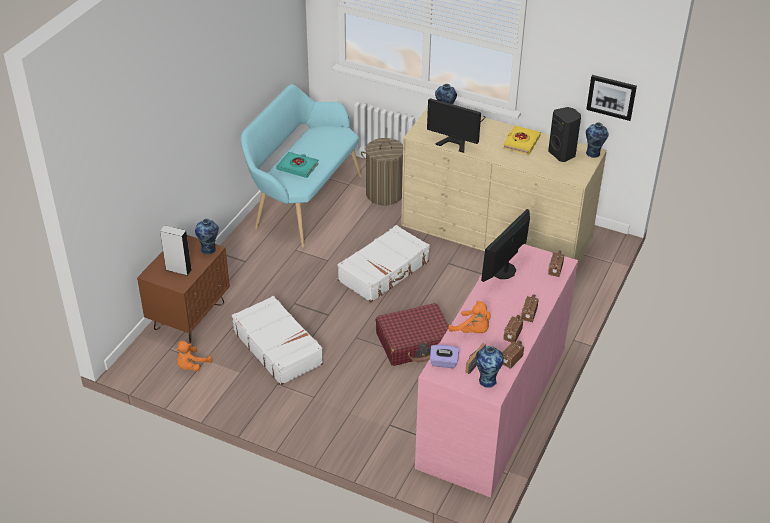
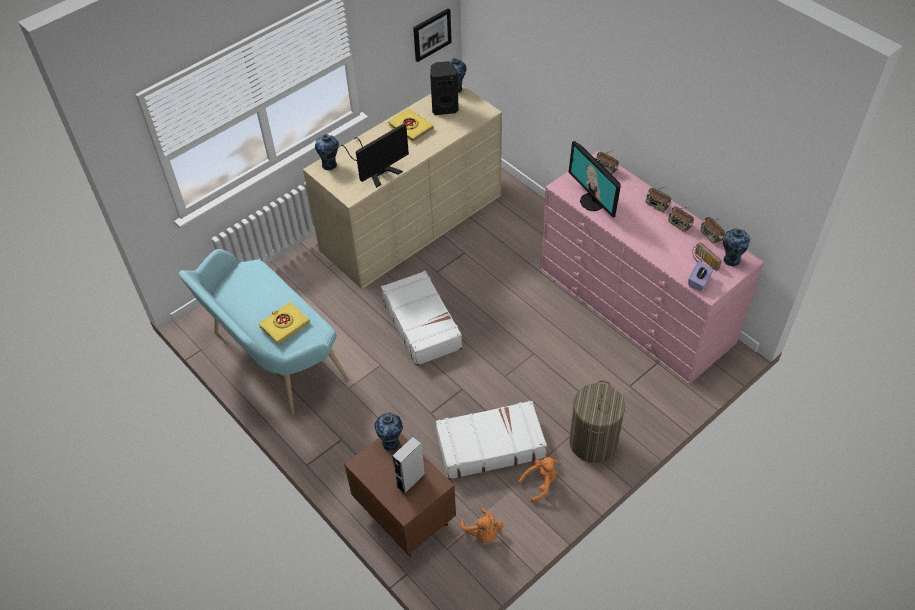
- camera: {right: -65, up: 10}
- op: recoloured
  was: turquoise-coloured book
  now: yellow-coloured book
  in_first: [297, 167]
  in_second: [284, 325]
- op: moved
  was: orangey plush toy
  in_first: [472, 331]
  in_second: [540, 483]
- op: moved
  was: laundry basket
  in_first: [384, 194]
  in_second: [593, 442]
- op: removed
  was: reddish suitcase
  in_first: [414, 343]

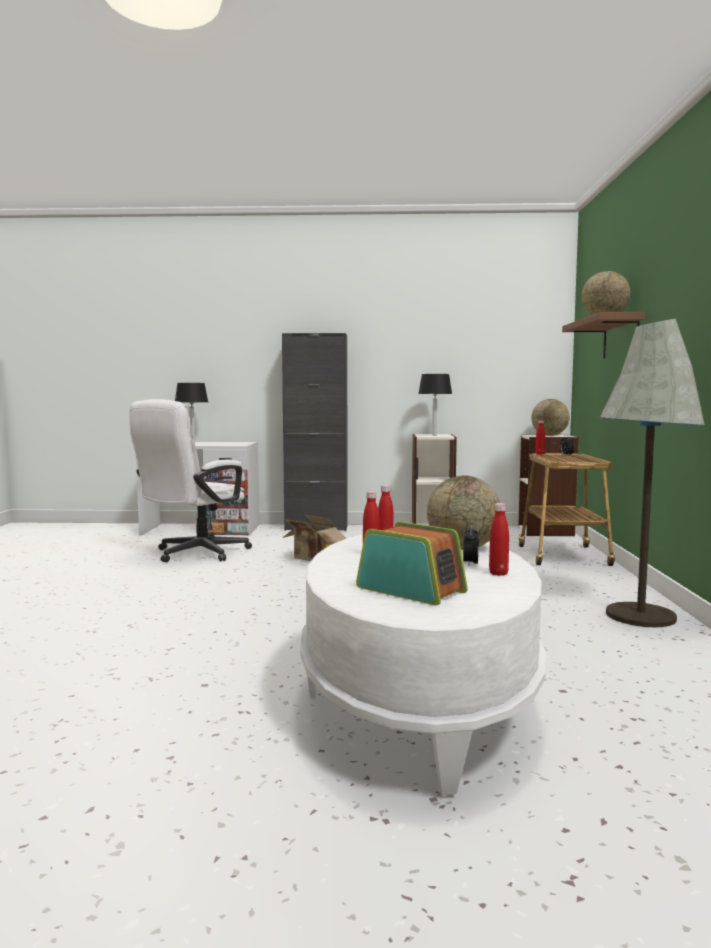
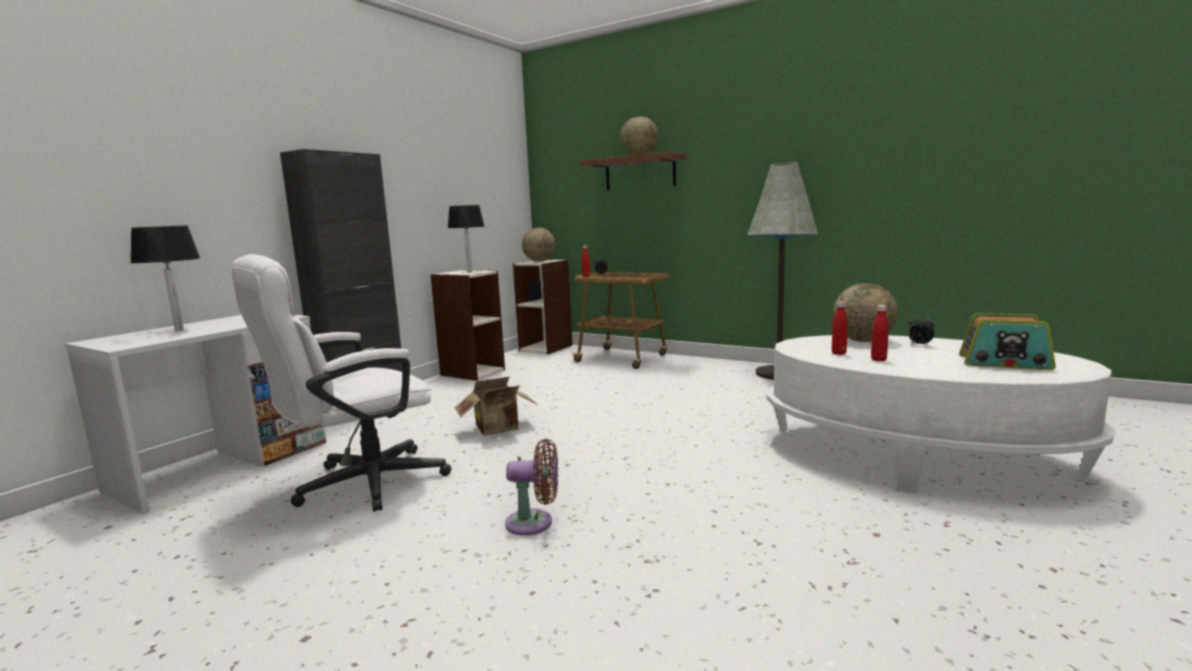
- camera: {right: -60, up: 5}
- op: turned
  was: white office chair
  in_first: [194, 554]
  in_second: [357, 486]
  clockwise: 75
- op: added
  now: brownish fan
  in_second: [534, 523]
- op: turned
  was: radio set
  in_first: [411, 589]
  in_second: [1004, 363]
  clockwise: -135
- op: removed
  was: reddish beverage bottle
  in_first: [498, 573]

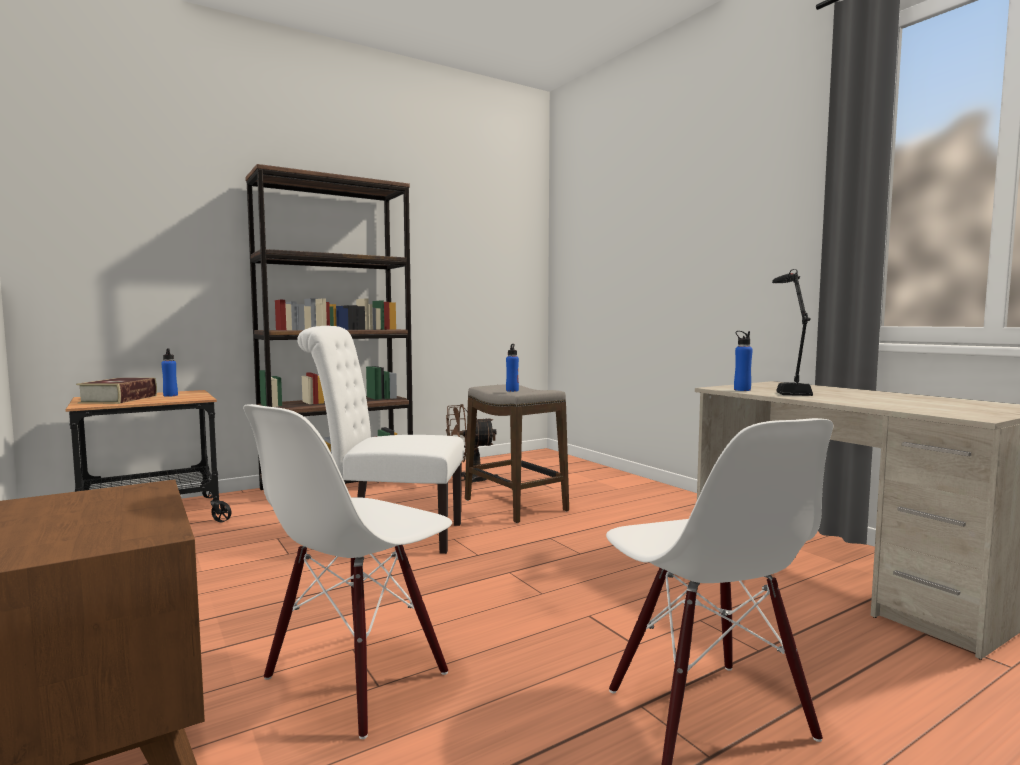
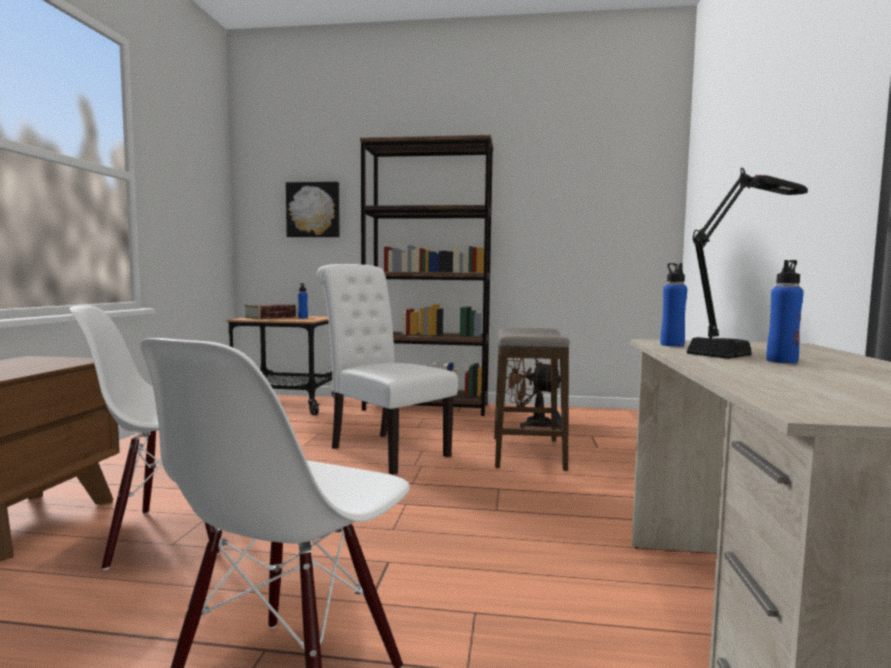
- camera: {right: 40, up: 0}
- op: added
  now: wall art
  in_second: [313, 210]
- op: moved
  was: blue-coloured beverage bottle
  in_first: [512, 390]
  in_second: [782, 361]

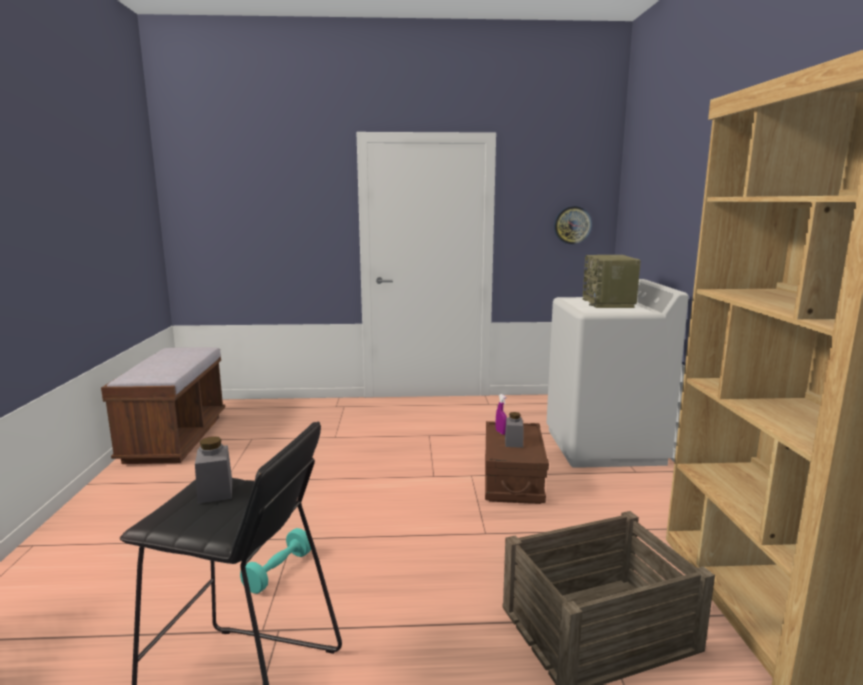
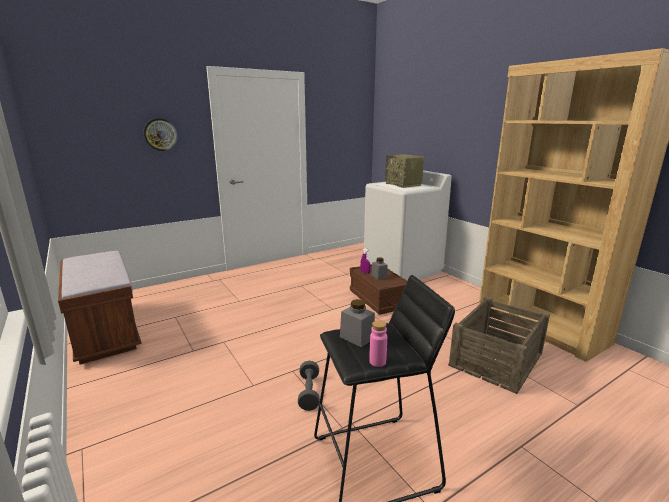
- camera: {right: -30, up: 5}
- op: moved
  was: wall clock
  in_first: [572, 225]
  in_second: [160, 134]
- op: recoloured
  was: turquoise-coloured hand weight
  now: grey hand weight
  in_first: [278, 571]
  in_second: [309, 392]
- op: added
  now: pink-coloured beverage bottle
  in_second: [377, 362]

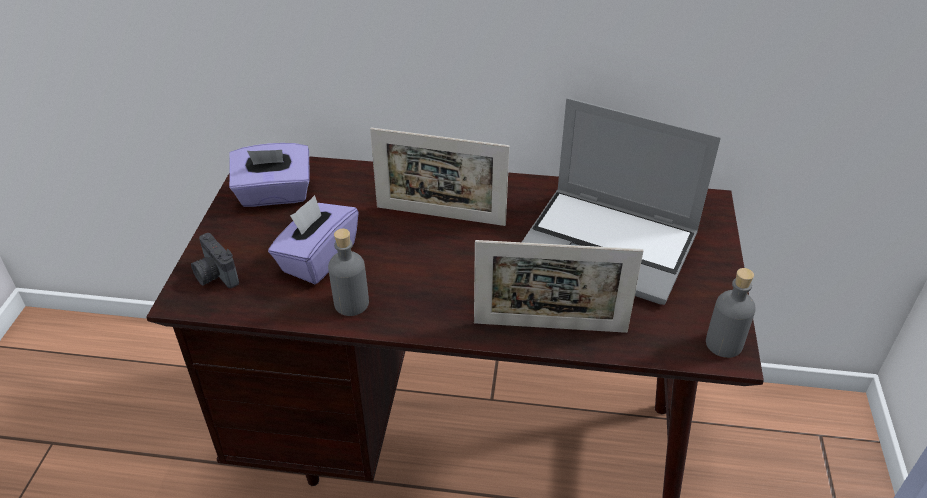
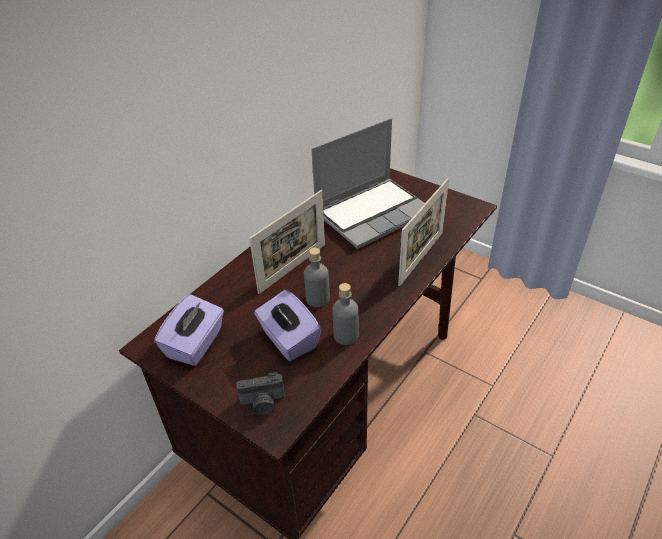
- camera: {right: -60, up: 0}
- op: moved
  was: grey beverage bottle
  in_first: [723, 344]
  in_second: [317, 299]

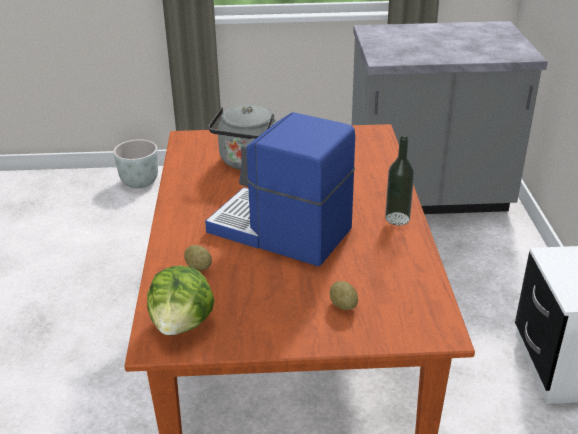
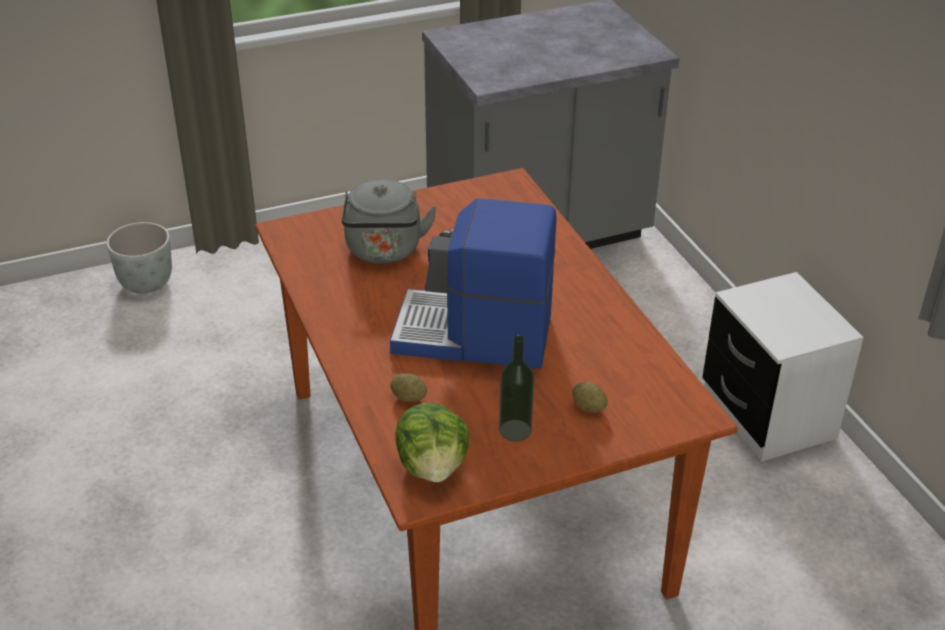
- camera: {right: -20, up: 5}
- op: moved
  was: beverage bottle
  in_first: [397, 218]
  in_second: [515, 430]

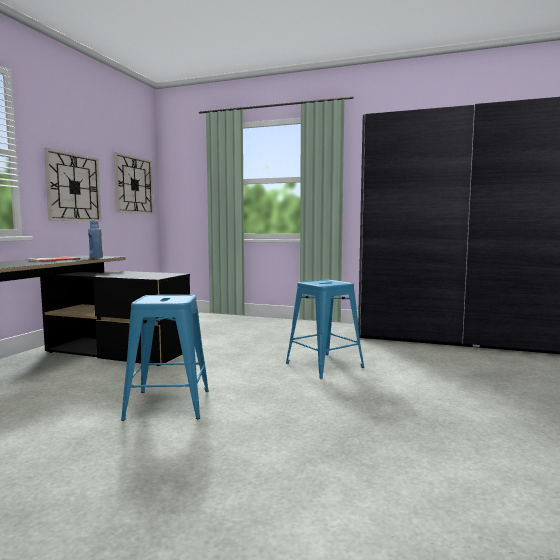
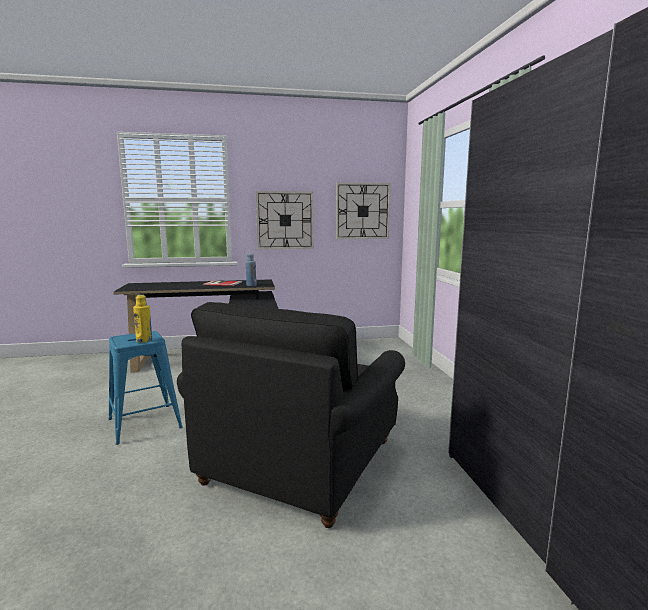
- camera: {right: 60, up: 5}
- op: added
  now: yellow-coloured beverage bottle
  in_second: [144, 340]
- op: replaced
  was: blue-coloured stool
  now: blackish armchair
  in_first: [324, 365]
  in_second: [300, 462]

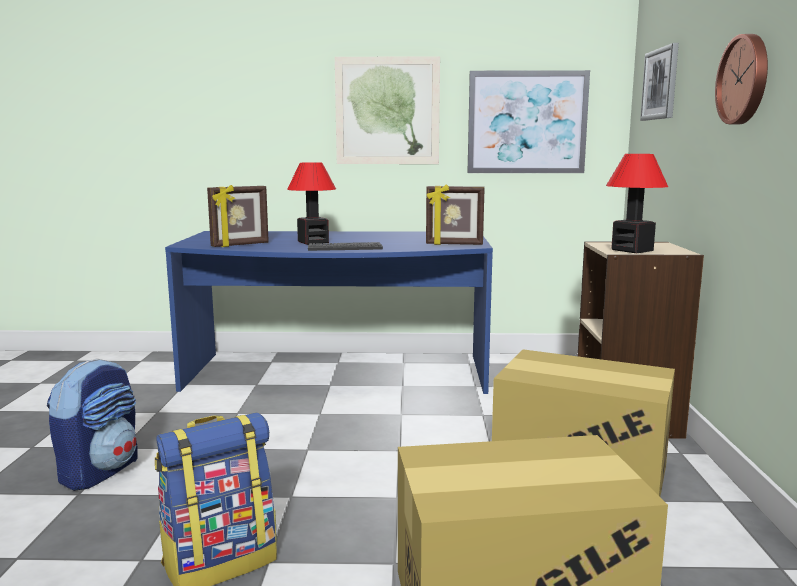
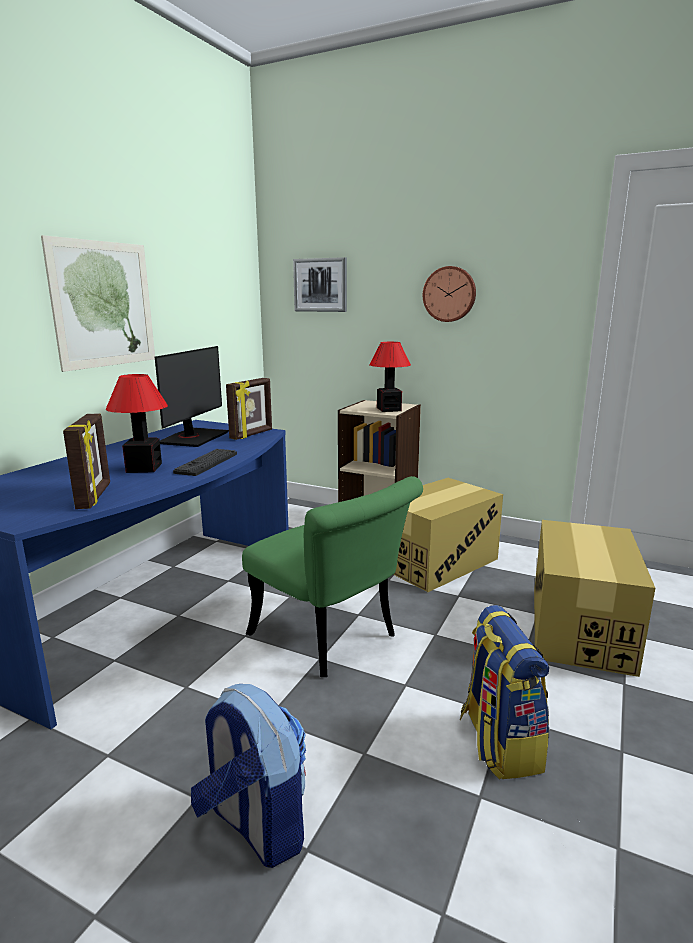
- camera: {right: -65, up: 5}
- op: added
  now: computer display
  in_second: [193, 438]
- op: added
  now: green plain chair
  in_second: [332, 639]
- op: removed
  was: wall art
  in_first: [527, 122]

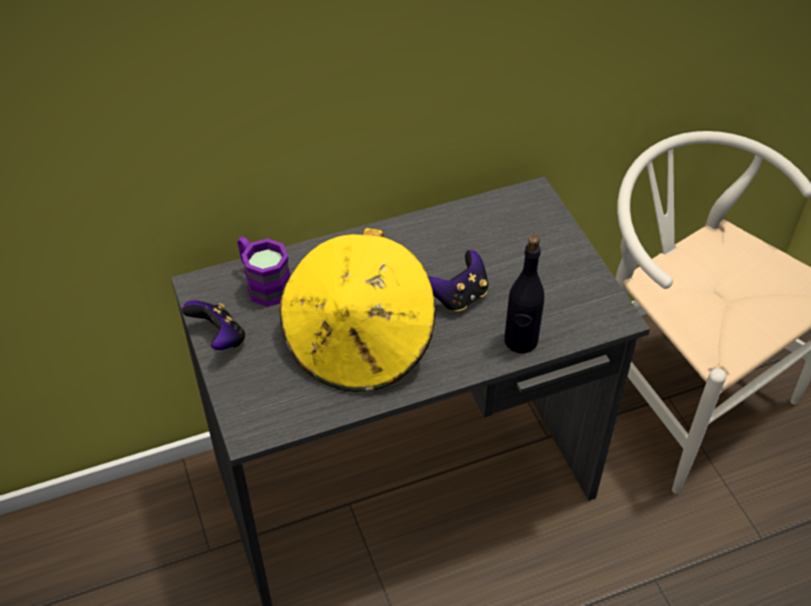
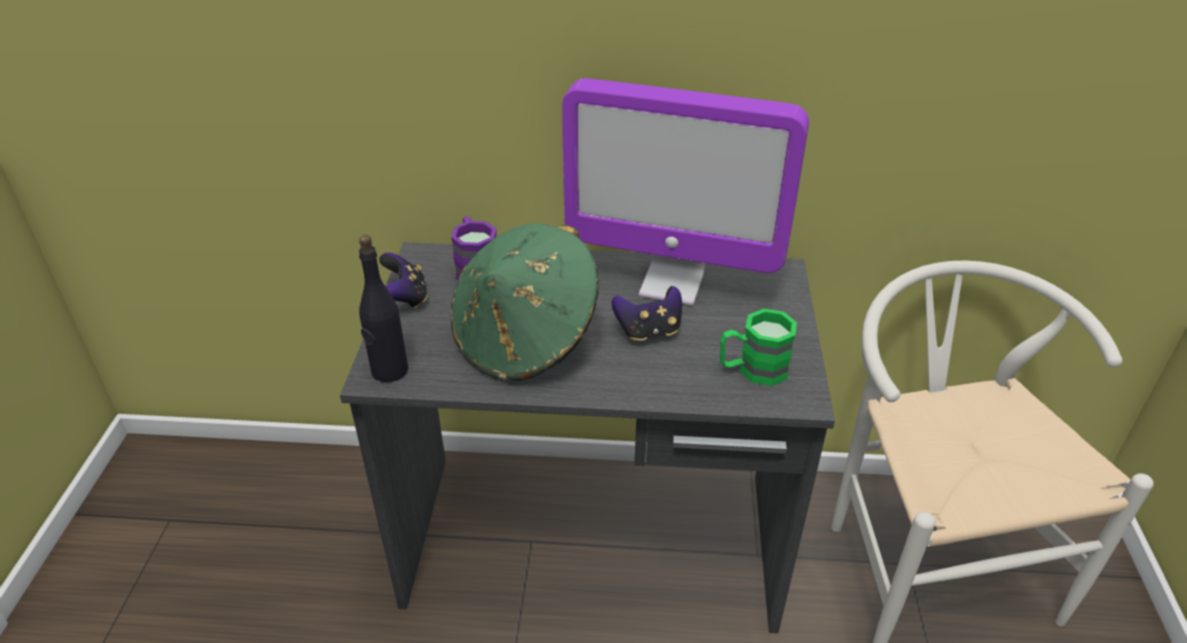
- camera: {right: 25, up: -10}
- op: moved
  was: blackish beverage bottle
  in_first: [520, 341]
  in_second: [389, 370]
- op: recoloured
  was: yellow-coloured wearable hat
  now: green wearable hat
  in_first: [359, 343]
  in_second: [526, 339]
- op: added
  now: computer display
  in_second: [672, 283]
- op: added
  now: green coffee mug
  in_second: [752, 369]

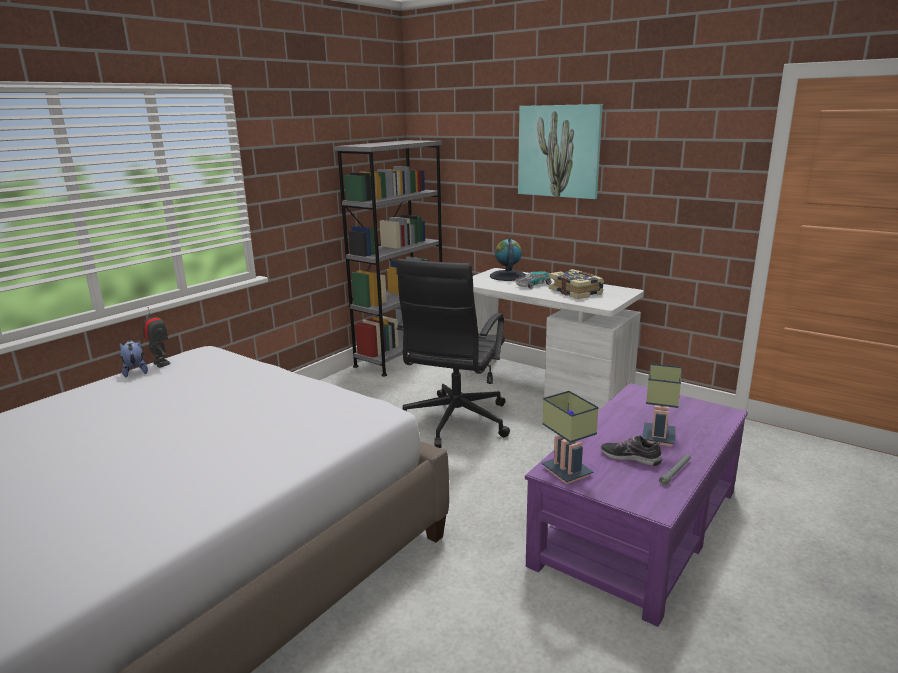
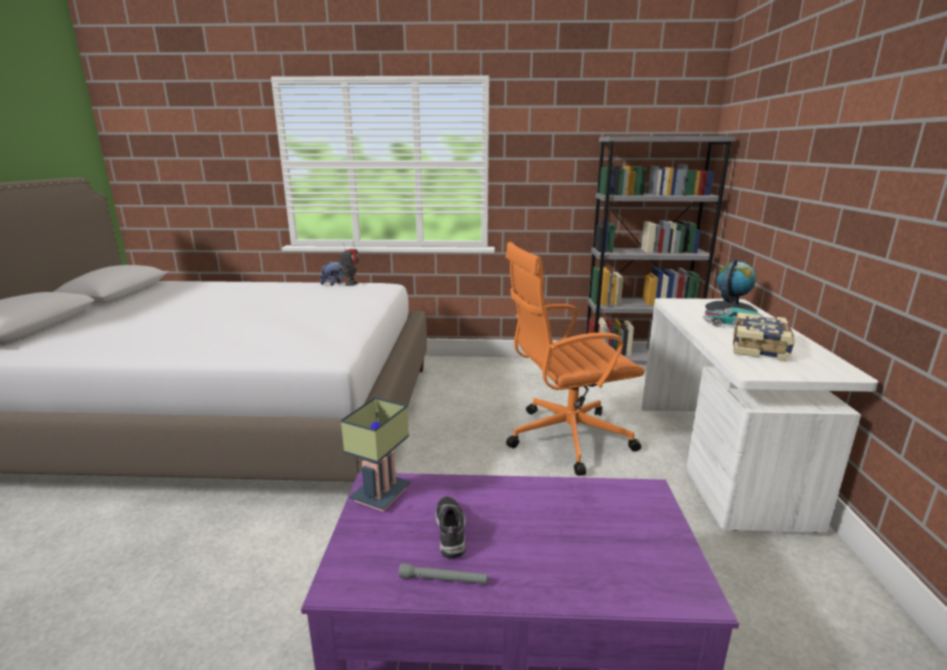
- camera: {right: 55, up: 0}
- op: recoloured
  was: blackish office chair
  now: orangey office chair
  in_first: [454, 422]
  in_second: [565, 438]
- op: removed
  was: wall art
  in_first: [559, 151]
- op: removed
  was: table lamp
  in_first: [656, 436]

